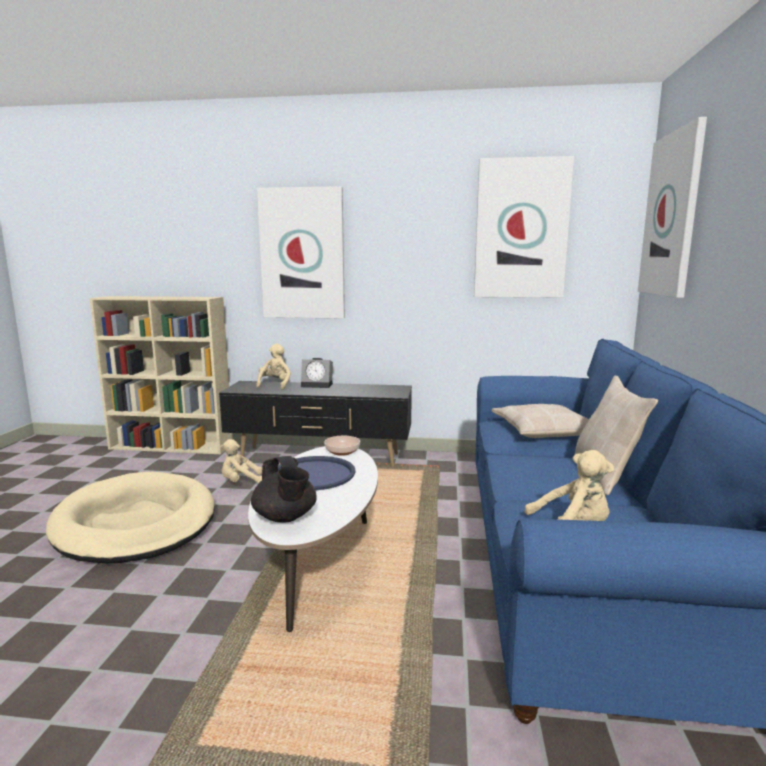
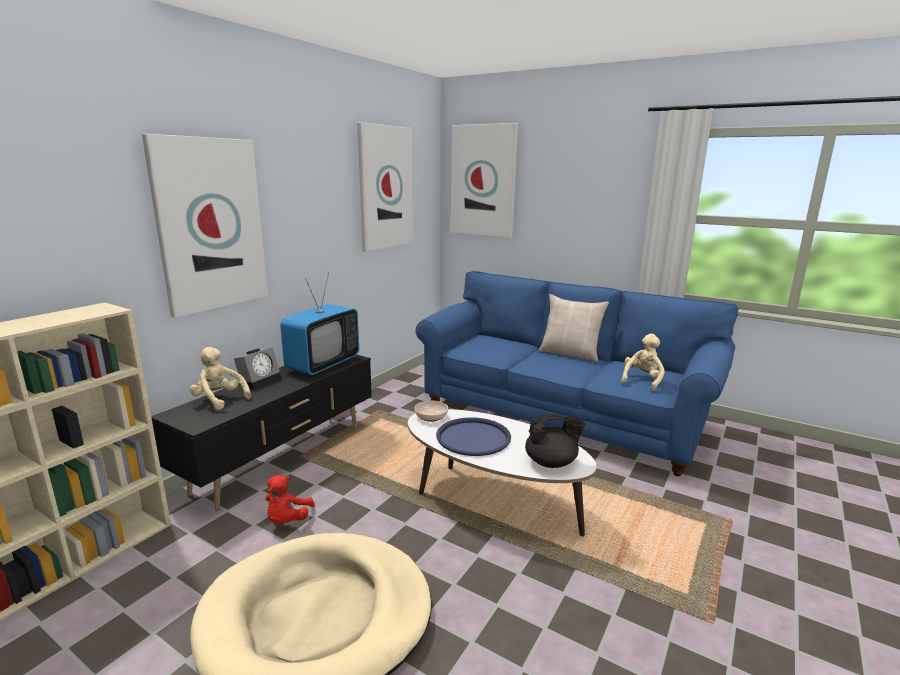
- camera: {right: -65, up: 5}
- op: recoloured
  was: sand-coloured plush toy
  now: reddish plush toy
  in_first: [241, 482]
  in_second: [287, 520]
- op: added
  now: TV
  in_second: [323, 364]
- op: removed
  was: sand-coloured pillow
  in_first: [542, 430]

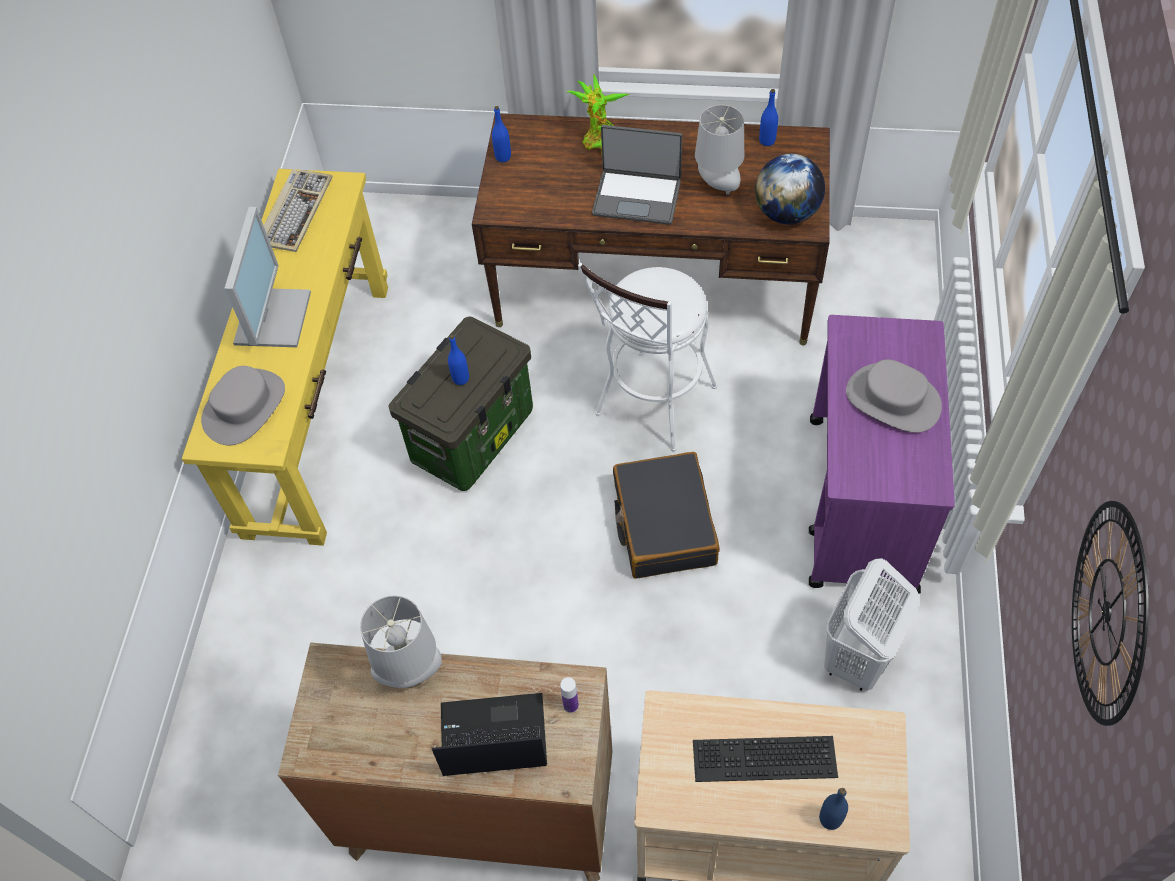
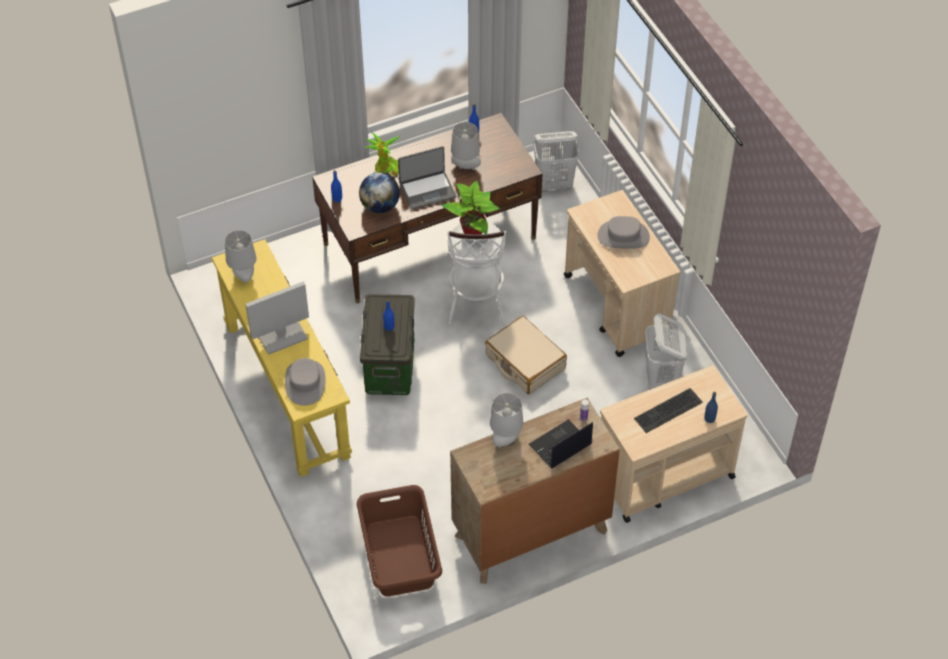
- camera: {right: -35, up: -5}
- op: replaced
  was: computer keyboard
  now: grey table lamp
  in_first: [295, 212]
  in_second: [243, 276]
- op: turned
  was: computer display
  in_first: [272, 317]
  in_second: [279, 334]
  clockwise: -90
- op: added
  now: brownish laundry basket
  in_second: [399, 556]
- op: moved
  was: desk globe
  in_first: [786, 213]
  in_second: [380, 206]
- op: added
  now: plant in a pot
  in_second: [473, 232]
- op: recoloured
  was: blackish suitcase
  now: sand-coloured suitcase
  in_first: [663, 524]
  in_second: [525, 362]
- op: added
  now: white laundry basket
  in_second: [554, 183]
- op: recoloured
  was: purple-coloured trolley
  now: sand-coloured trolley
  in_first: [861, 504]
  in_second: [617, 307]
- op: removed
  was: wall clock
  in_first: [1108, 612]

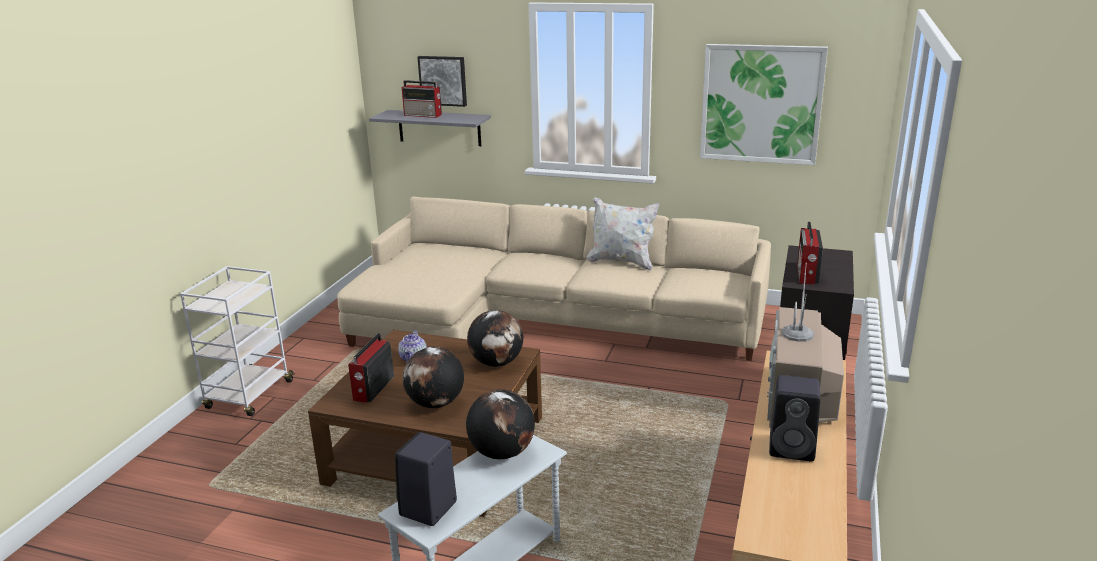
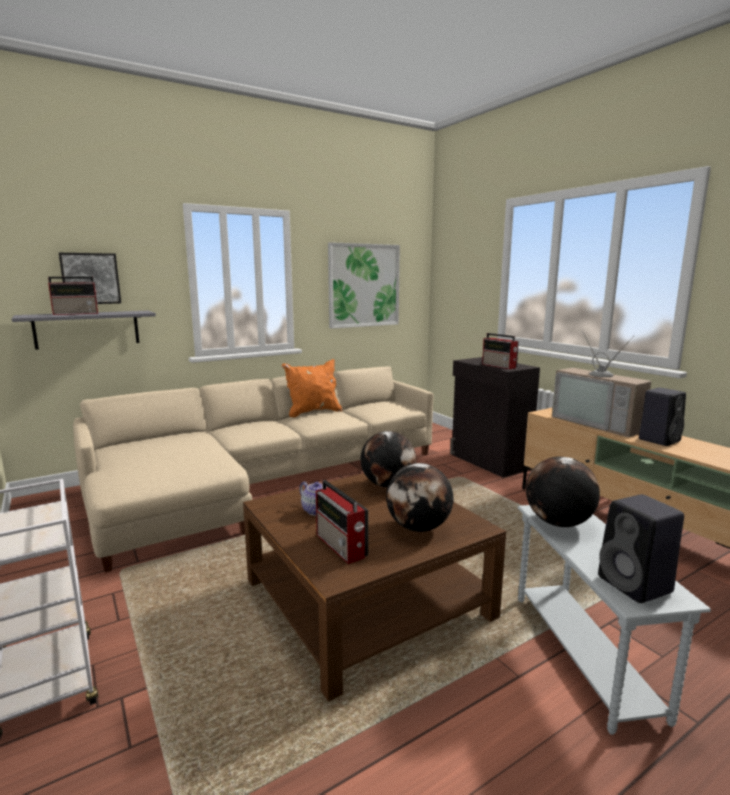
- camera: {right: -50, up: -10}
- op: recoloured
  was: white pillow
  now: orangey pillow
  in_first: [621, 262]
  in_second: [313, 412]

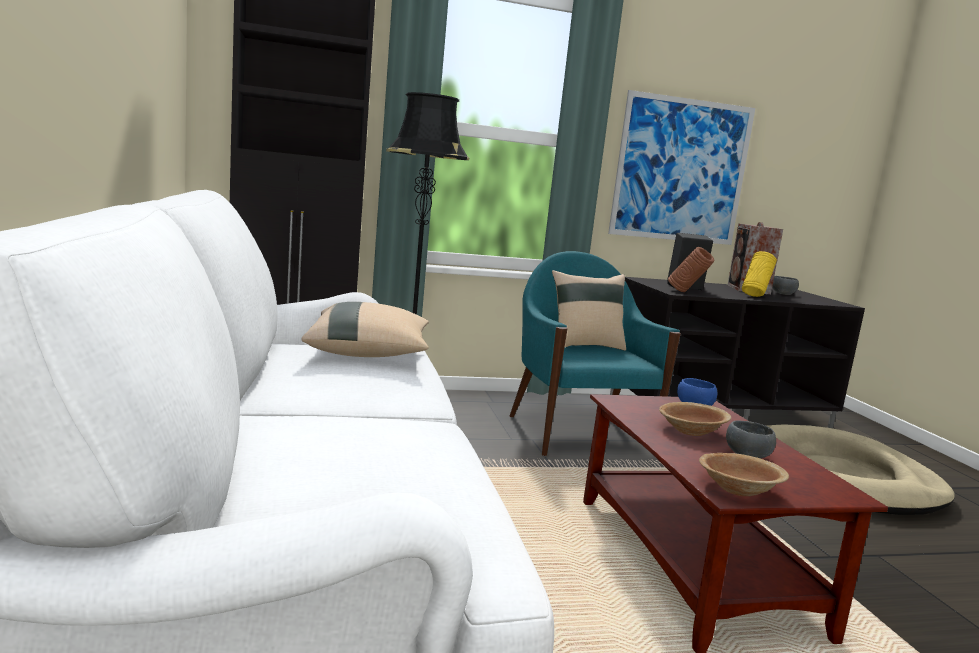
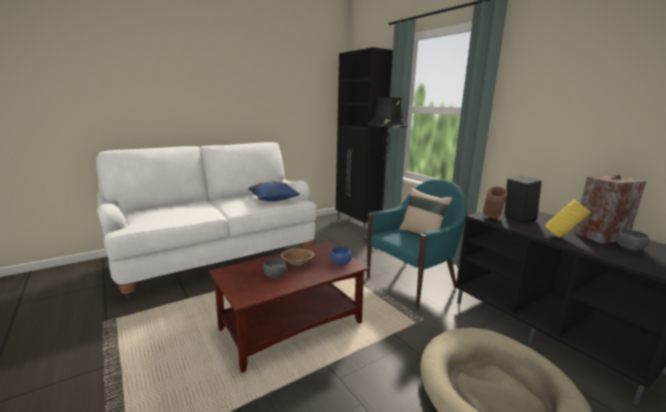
- camera: {right: 70, up: 5}
- op: recoloured
  was: sand-coloured pillow
  now: blue-coloured pillow
  in_first: [369, 353]
  in_second: [273, 199]
- op: removed
  was: wall art
  in_first: [681, 170]
- op: removed
  was: brownish bowl
  in_first: [738, 490]

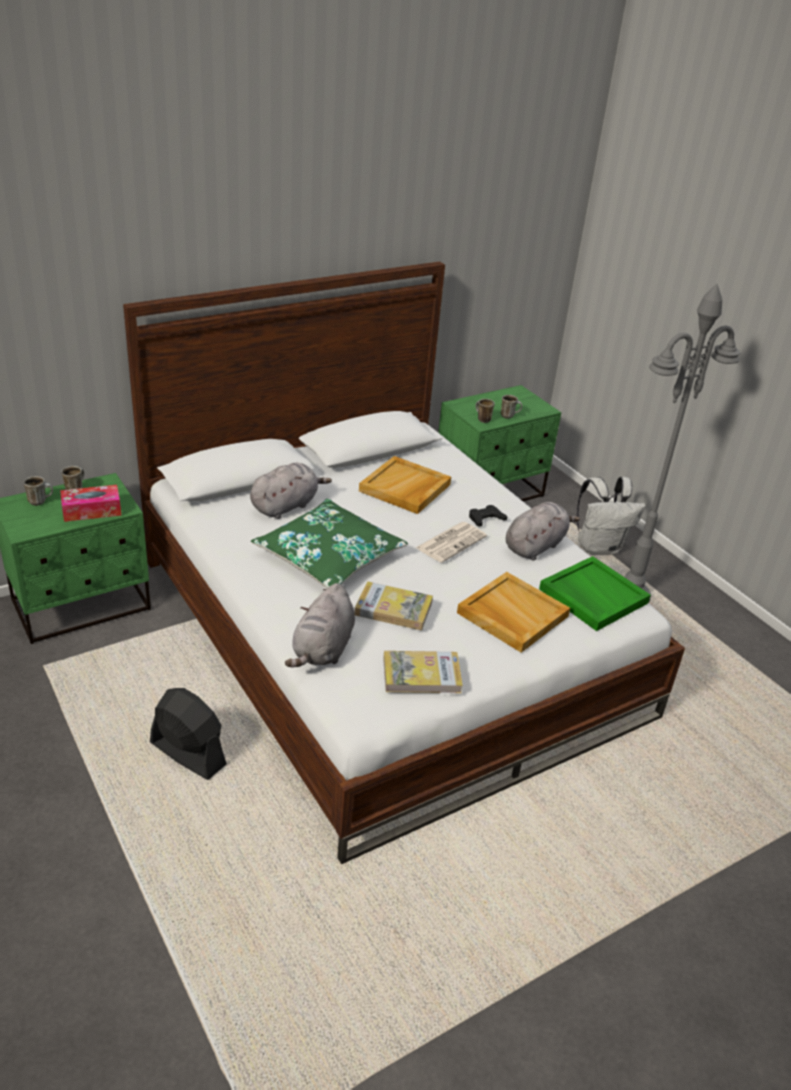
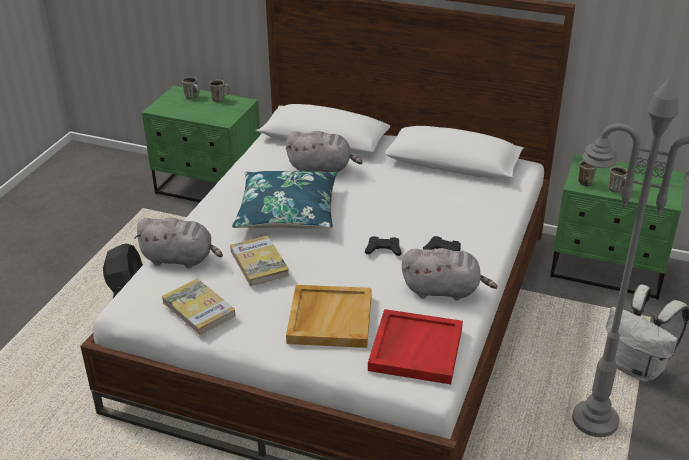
- camera: {right: 55, up: 0}
- op: turned
  was: grey plush toy
  in_first: [323, 650]
  in_second: [180, 259]
  clockwise: -150
- op: recoloured
  was: green pillow
  now: blue-coloured pillow
  in_first: [329, 557]
  in_second: [287, 212]
- op: replaced
  was: daily paper
  now: blackish joypad
  in_first: [451, 542]
  in_second: [383, 249]
- op: recoloured
  was: green carrying tray
  now: reddish carrying tray
  in_first: [592, 596]
  in_second: [415, 348]
- op: removed
  was: tissue box
  in_first: [92, 510]
- op: removed
  was: sand-coloured carrying tray
  in_first: [405, 488]

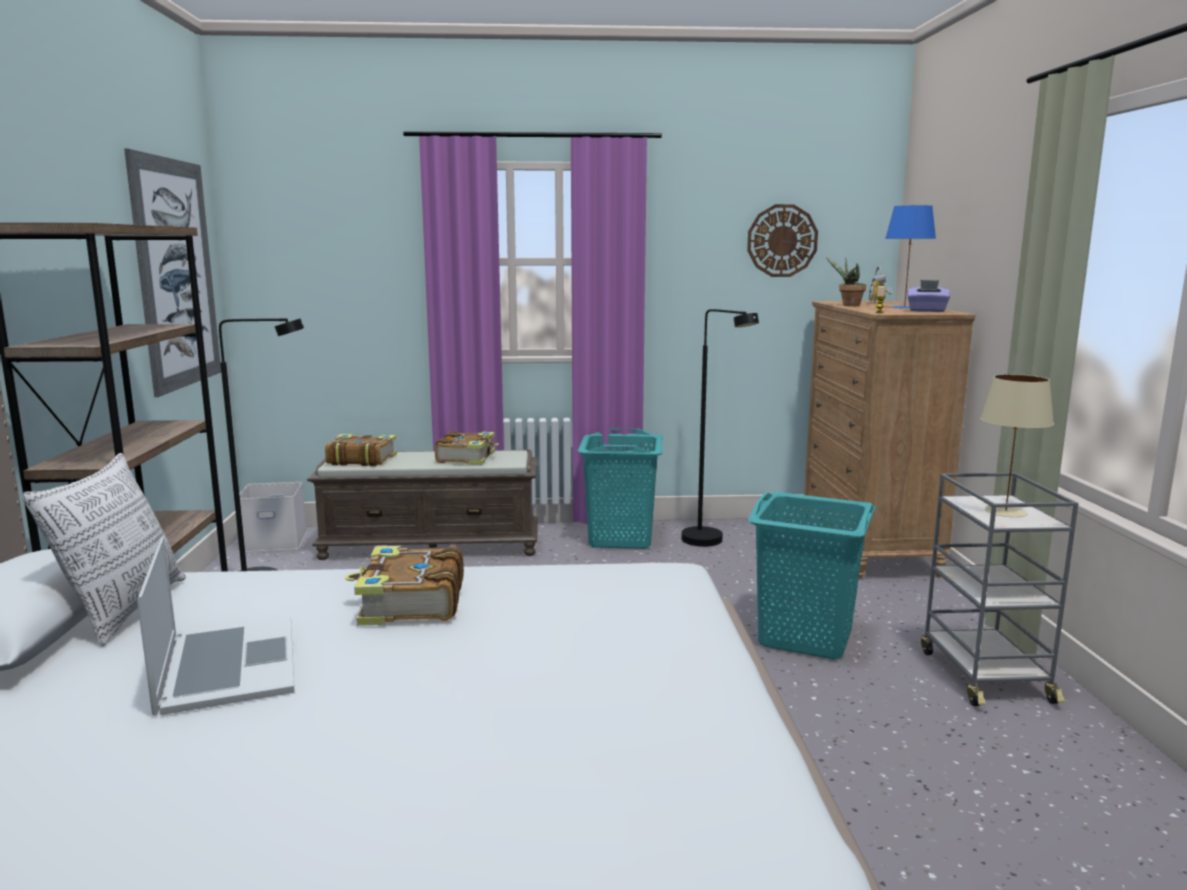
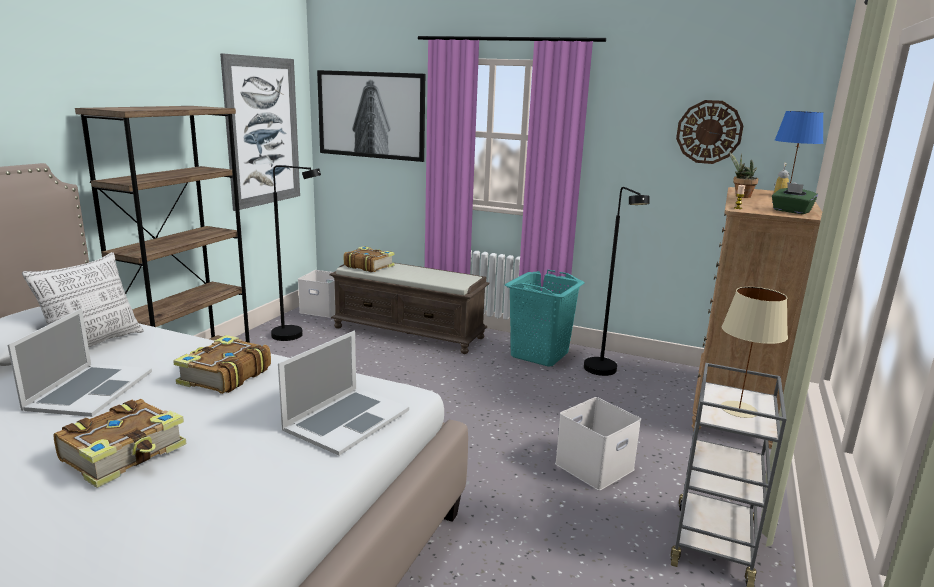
- camera: {right: 25, up: 5}
- op: moved
  was: book
  in_first: [467, 458]
  in_second: [125, 453]
- op: added
  now: portable computer
  in_second: [346, 419]
- op: added
  now: wall art
  in_second: [370, 115]
- op: replaced
  was: turquoise-coloured laundry basket
  now: white storage bin
  in_first: [805, 638]
  in_second: [594, 467]
- op: recoloured
  was: purple-coloured tissue box
  now: green tissue box
  in_first: [927, 311]
  in_second: [791, 211]

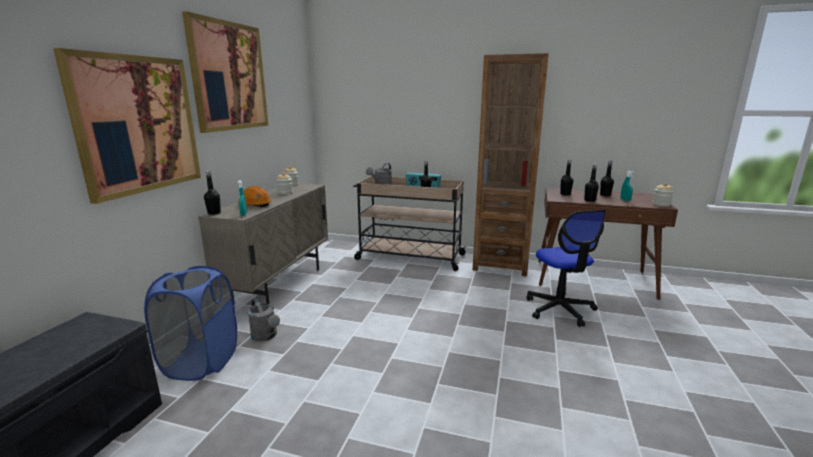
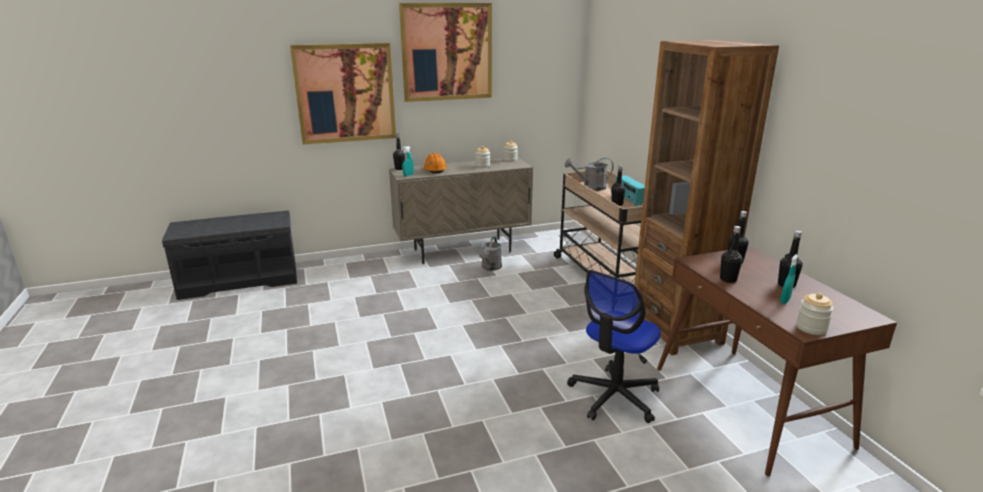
- camera: {right: 55, up: 5}
- op: moved
  was: grey watering can
  in_first: [266, 336]
  in_second: [490, 268]
- op: removed
  was: blue-coloured laundry basket
  in_first: [201, 362]

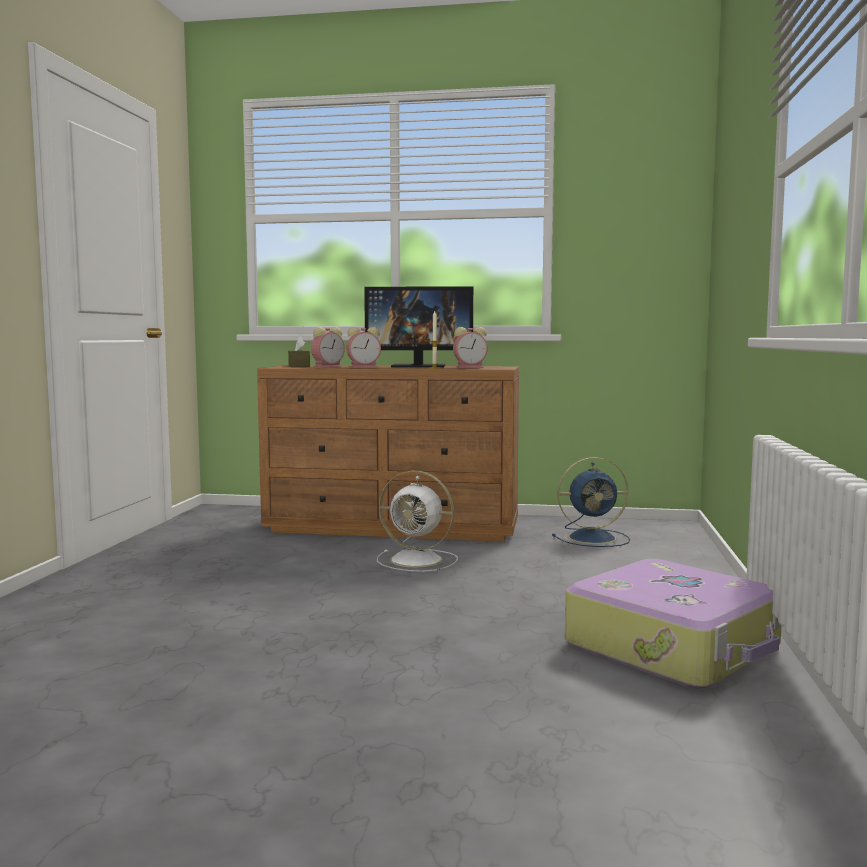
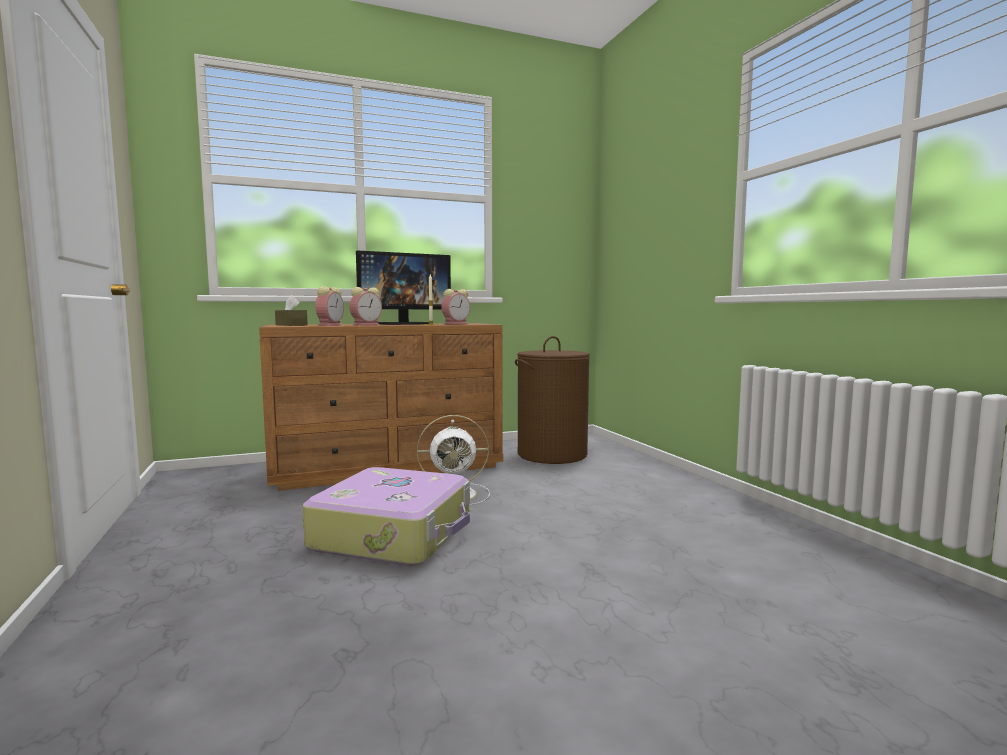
- camera: {right: -30, up: 0}
- op: moved
  was: suitcase
  in_first: [674, 646]
  in_second: [394, 533]
- op: replaced
  was: blue-coloured fan
  now: brownish laundry basket
  in_first: [594, 538]
  in_second: [552, 454]

